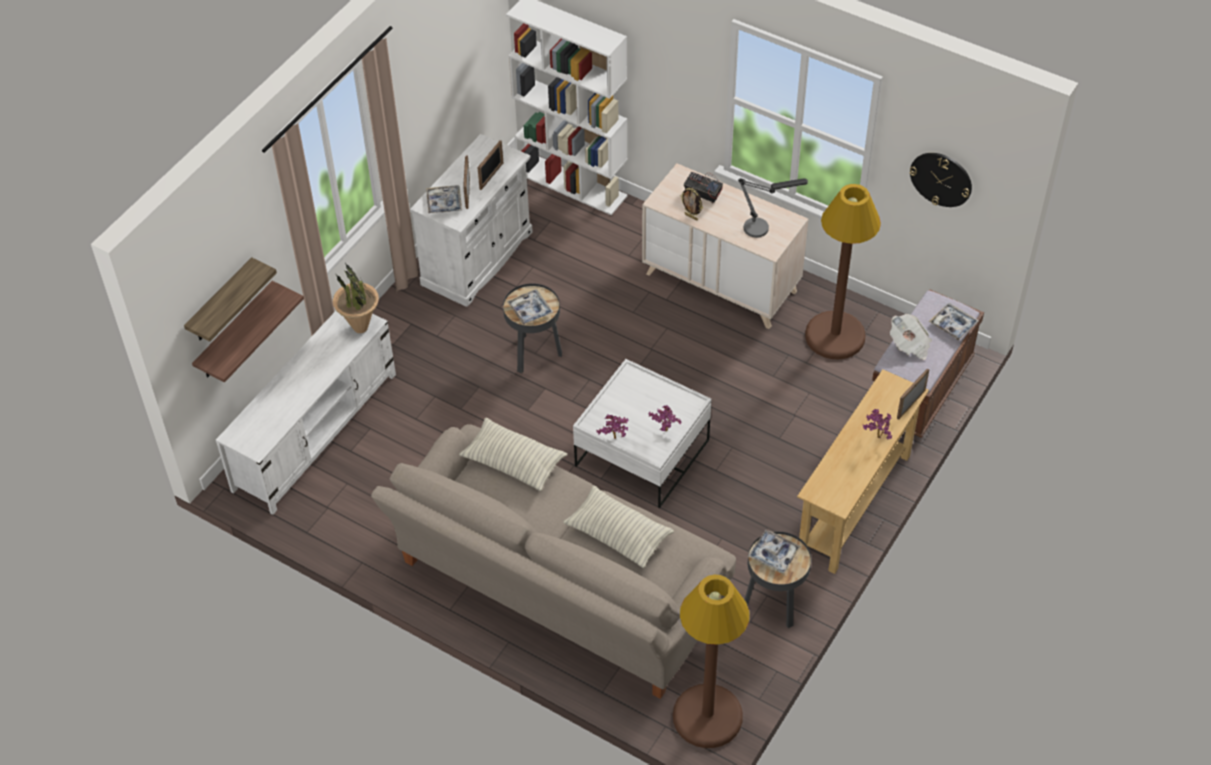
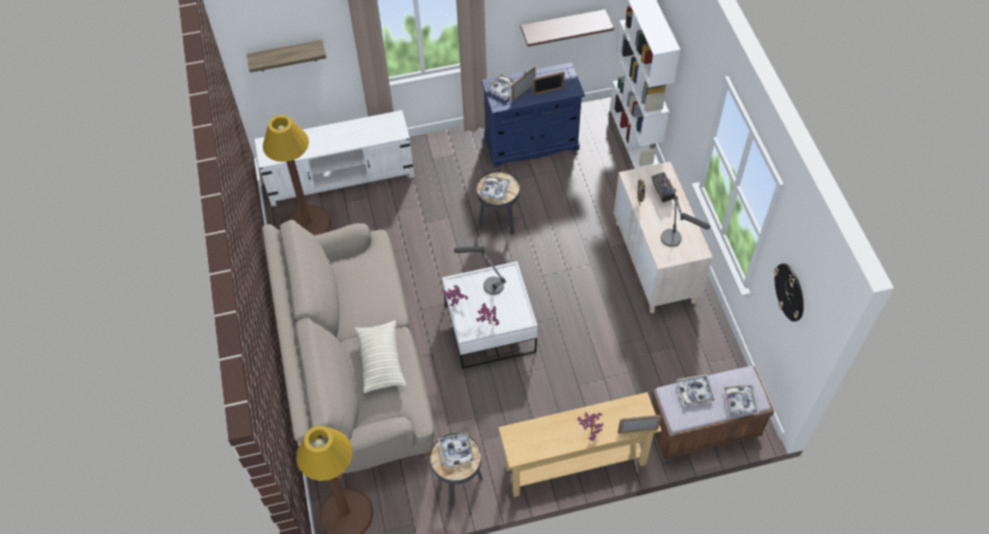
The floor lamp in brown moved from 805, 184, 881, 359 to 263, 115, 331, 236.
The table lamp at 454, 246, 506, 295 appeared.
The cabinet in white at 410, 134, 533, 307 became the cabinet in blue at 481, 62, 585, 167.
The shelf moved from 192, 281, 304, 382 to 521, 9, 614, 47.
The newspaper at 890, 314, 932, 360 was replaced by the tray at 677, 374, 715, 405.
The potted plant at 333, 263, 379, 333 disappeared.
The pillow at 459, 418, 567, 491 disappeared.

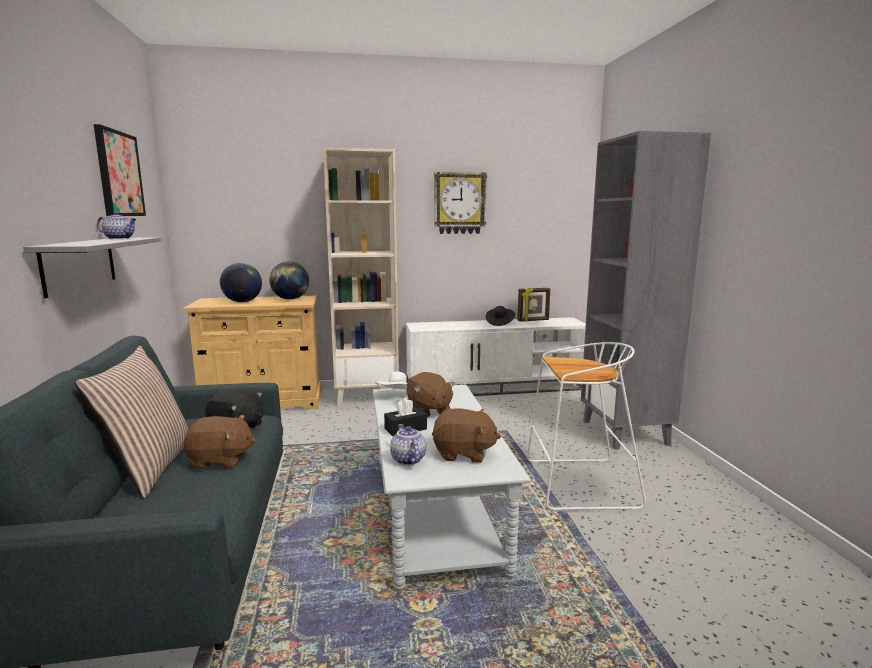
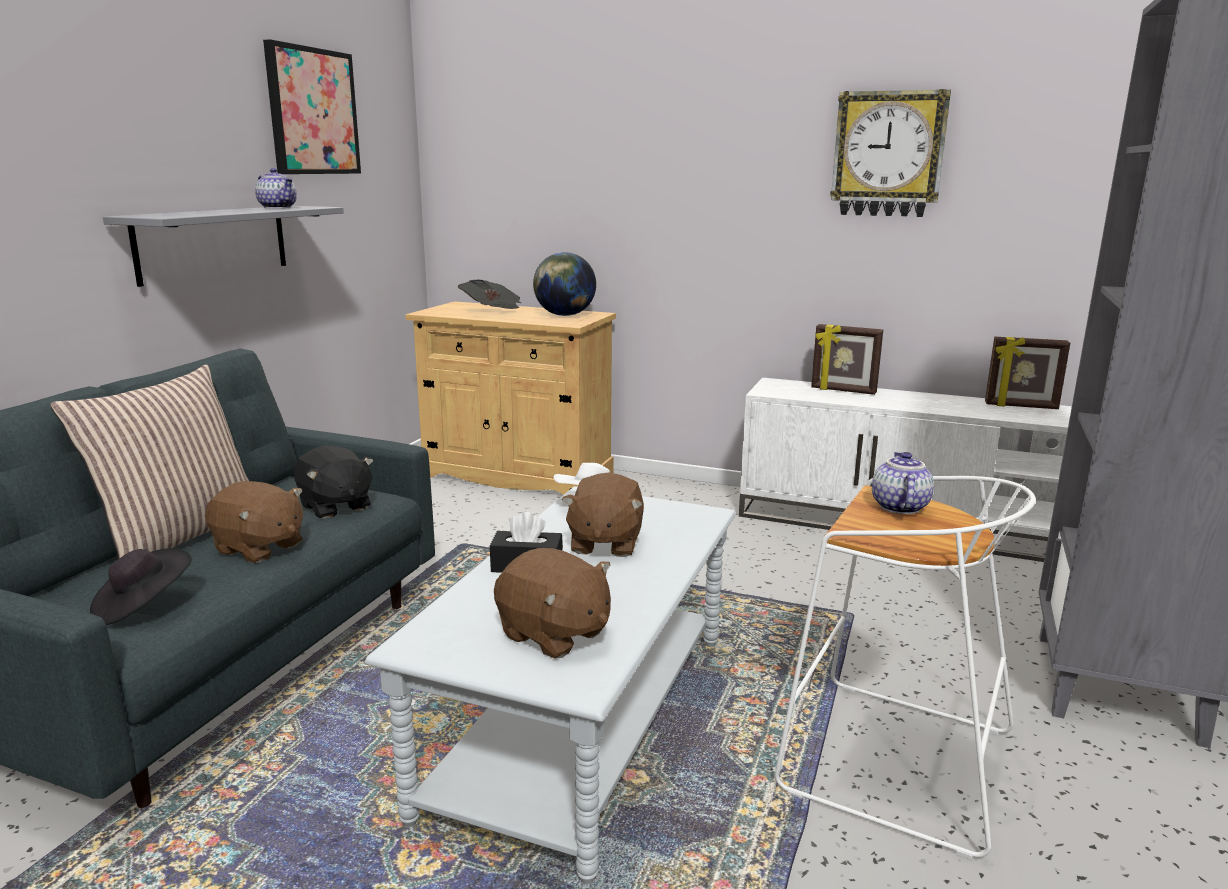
The hat in black moved from 486, 306, 515, 326 to 90, 548, 192, 625.
The globe at 220, 263, 262, 302 was replaced by the newspaper at 458, 280, 521, 309.
The picture frame at 811, 324, 883, 395 appeared.
The teapot moved from 390, 424, 426, 465 to 872, 452, 934, 514.
The bookcase in beige at 323, 148, 399, 407 disappeared.

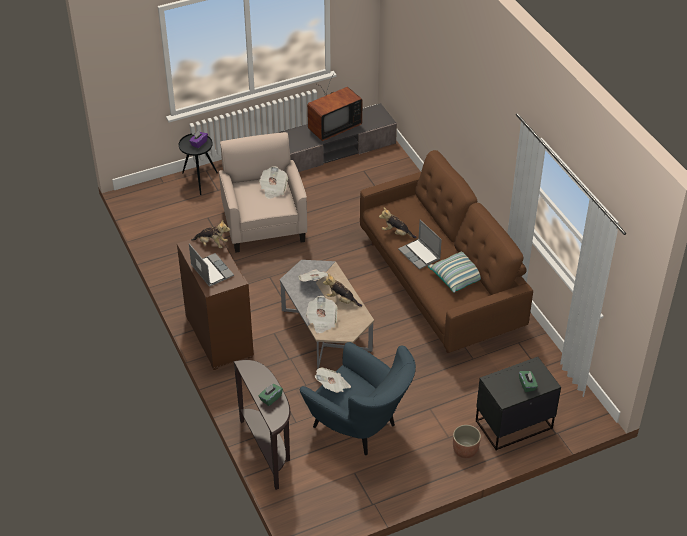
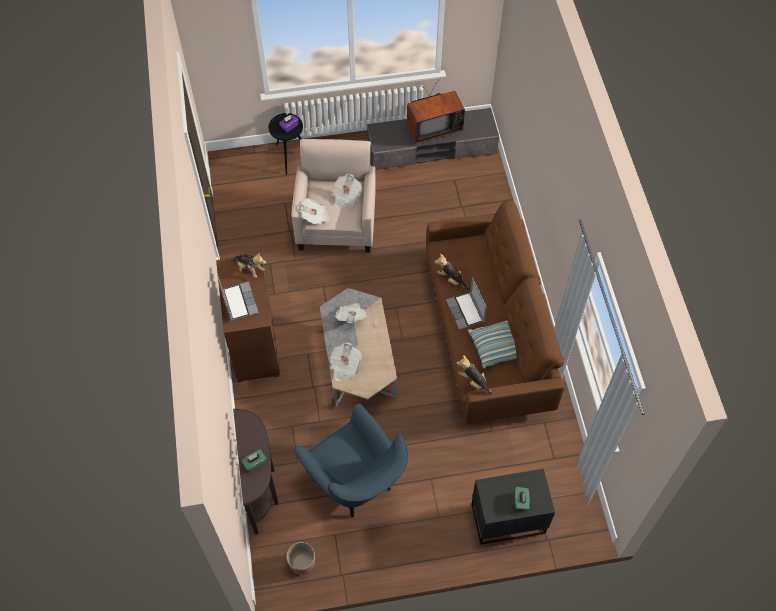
The planter moved from 453, 425, 481, 458 to 286, 542, 315, 575.
The newspaper moved from 315, 368, 351, 393 to 298, 198, 331, 224.
The plush toy moved from 323, 273, 362, 307 to 457, 355, 493, 394.

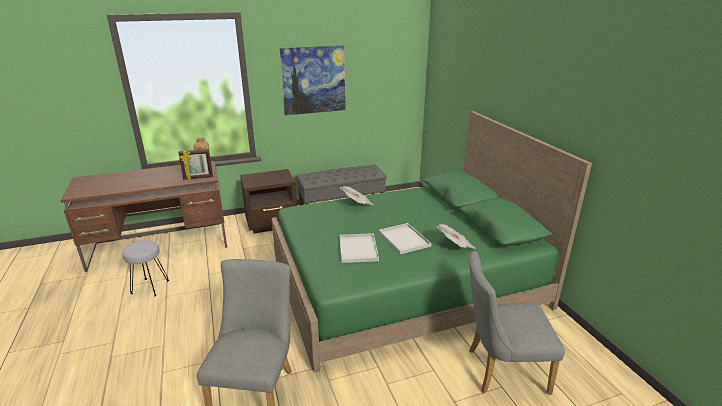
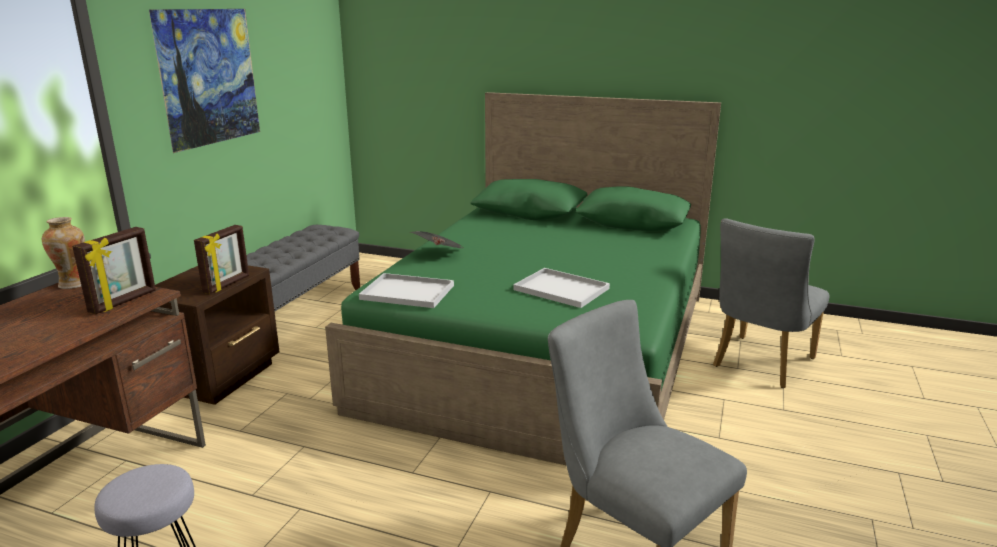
The picture frame at 194, 225, 249, 294 appeared.
The tray in white moved from 379, 223, 432, 254 to 359, 273, 454, 308.
The newspaper at 437, 224, 476, 249 disappeared.

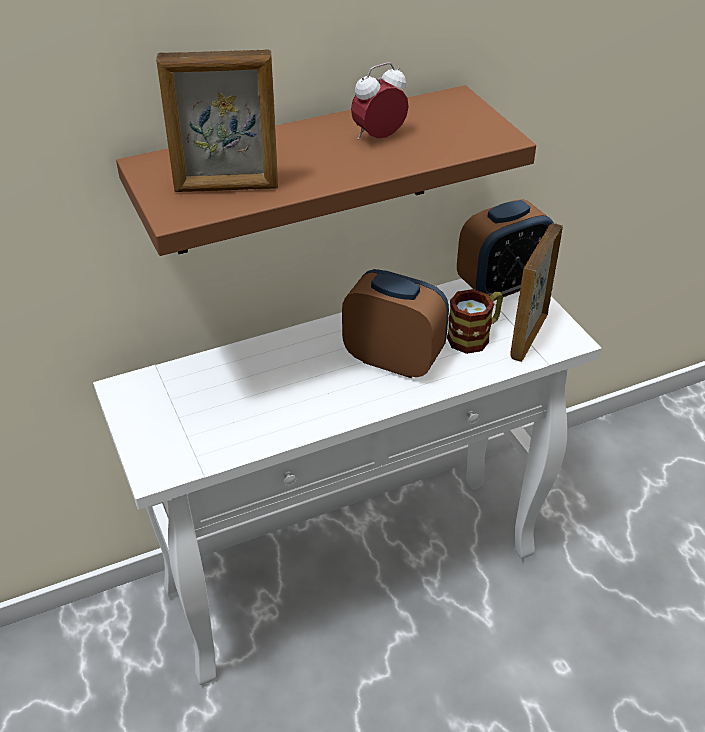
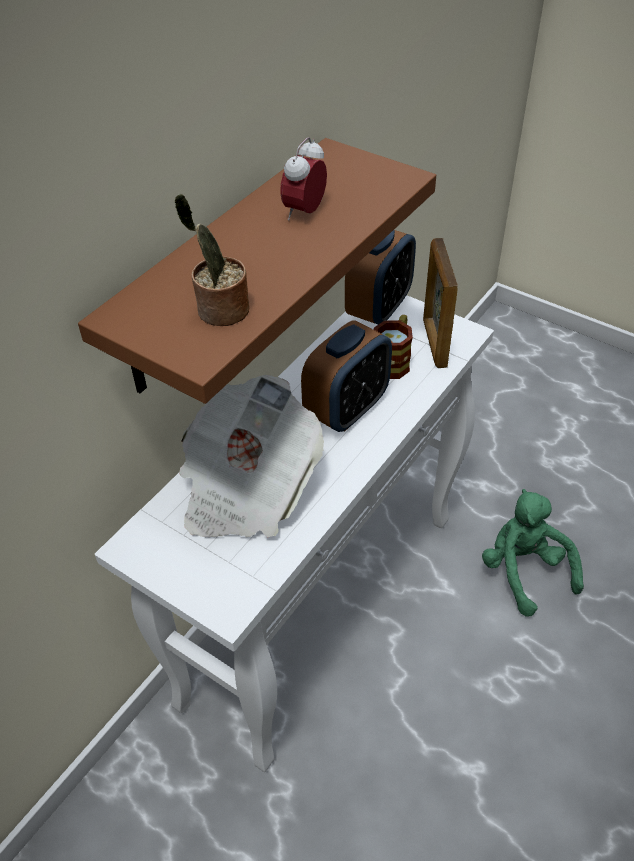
The picture frame at 156, 49, 278, 192 was replaced by the potted plant at 175, 194, 249, 326.
The newspaper at 179, 375, 324, 537 appeared.
The alarm clock at 342, 269, 449, 378 turned 135 degrees clockwise.
The plush toy in green at 482, 489, 584, 617 appeared.

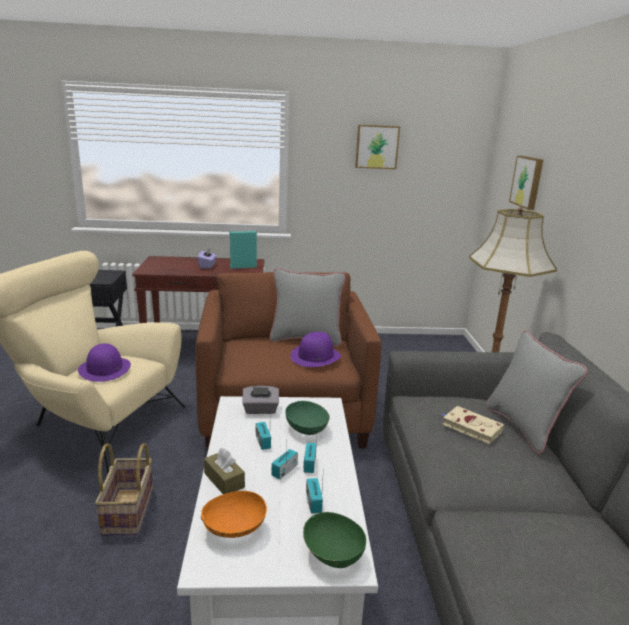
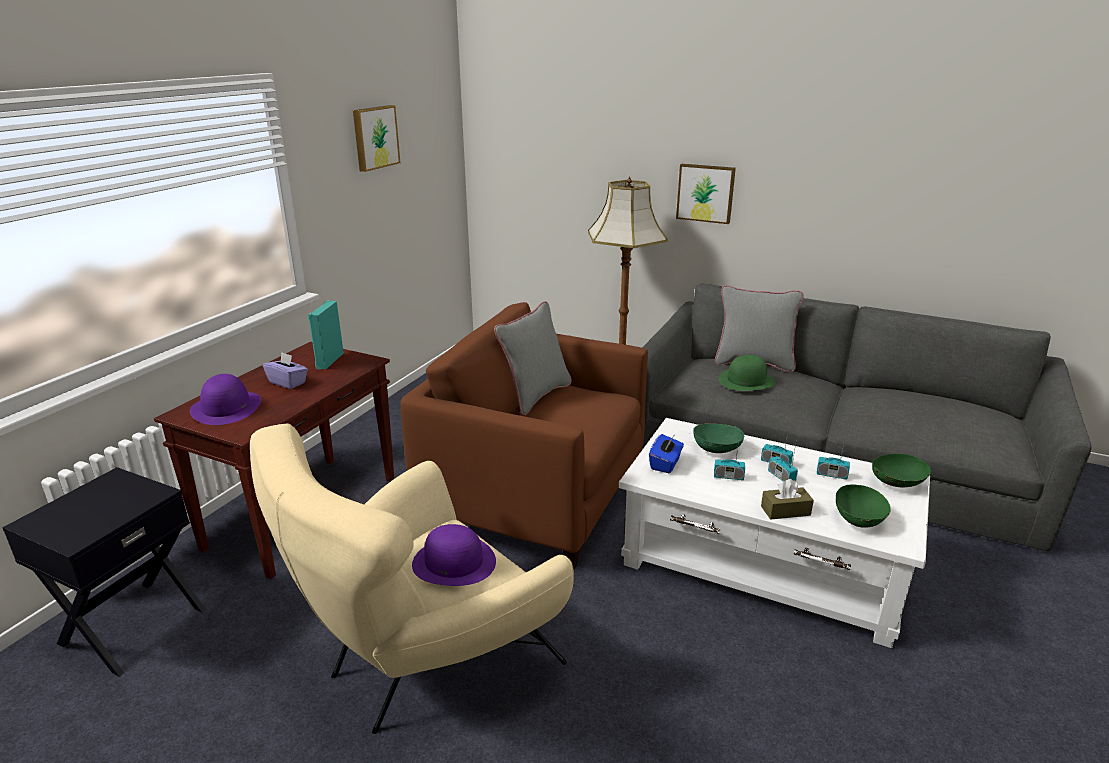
The hat in purple moved from 290, 332, 341, 367 to 190, 374, 261, 425.
The tissue box in grey at 242, 386, 279, 414 became the tissue box in blue at 649, 434, 684, 473.
The picture moved from 509, 155, 543, 210 to 676, 164, 736, 224.
The book in beige at 442, 406, 504, 445 was replaced by the hat in green at 719, 355, 775, 391.
The bowl in orange at 201, 491, 267, 538 became the bowl in green at 836, 484, 891, 528.
The basket at 95, 443, 153, 536 disappeared.

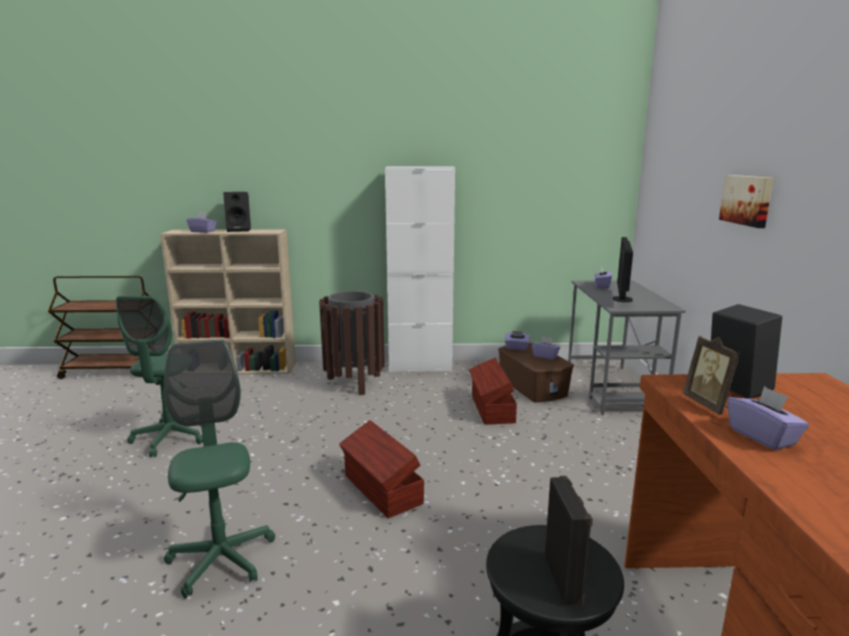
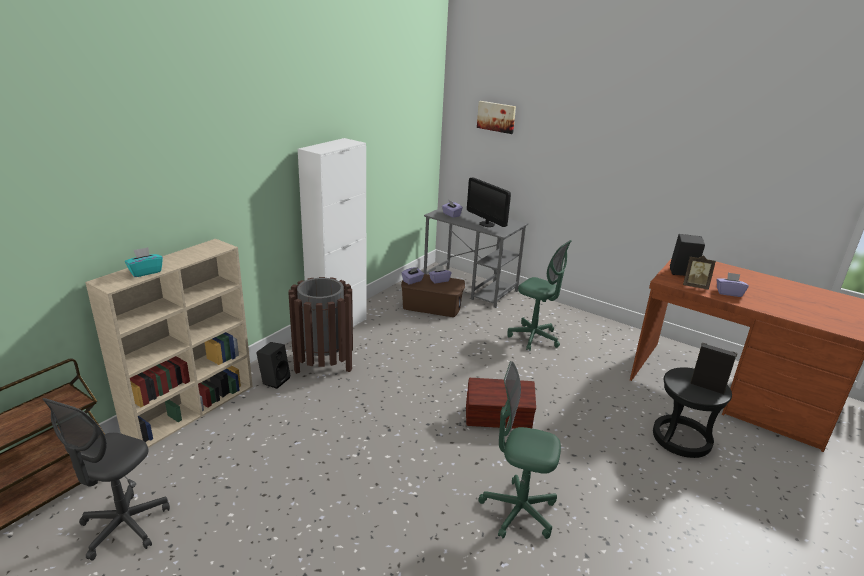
The office chair in grey at 43, 398, 170, 560 appeared.
The tissue box in purple at 187, 212, 217, 233 became the tissue box in turquoise at 125, 247, 163, 277.
The speaker in black moved from 223, 192, 251, 232 to 256, 342, 291, 389.
The picture moved from 719, 175, 774, 228 to 477, 101, 516, 134.
The office chair in green moved from 116, 296, 203, 457 to 507, 240, 572, 351.
The storage box in brown at 469, 358, 517, 425 disappeared.

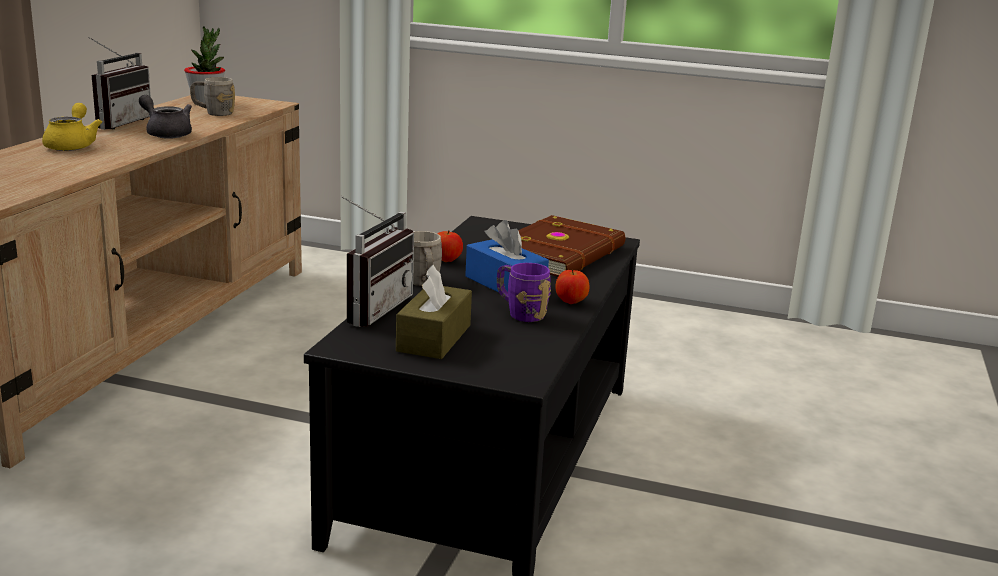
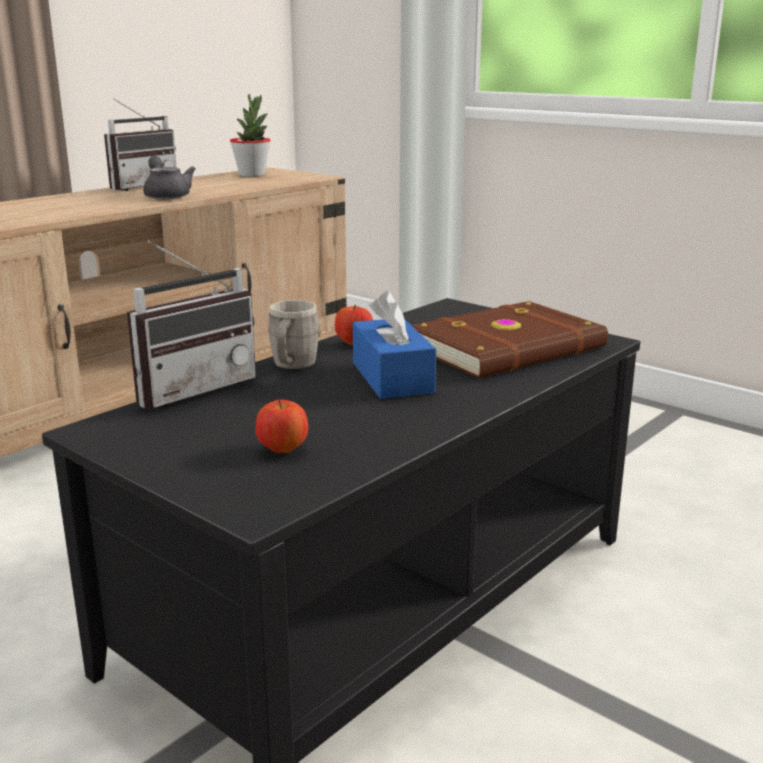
The apple moved from 555, 269, 589, 304 to 256, 399, 308, 453.
The teapot in yellow at 42, 103, 102, 151 disappeared.
The mug in grey at 190, 77, 235, 116 disappeared.
The tissue box in brown at 396, 265, 472, 359 disappeared.
The mug in purple at 497, 263, 551, 322 disappeared.

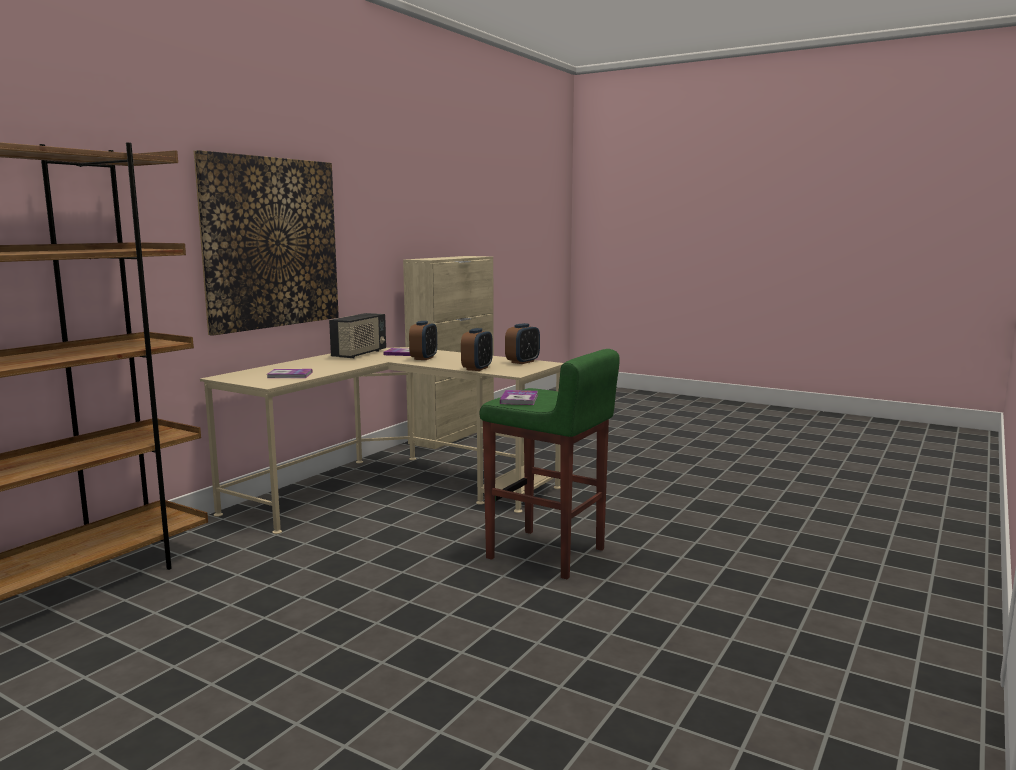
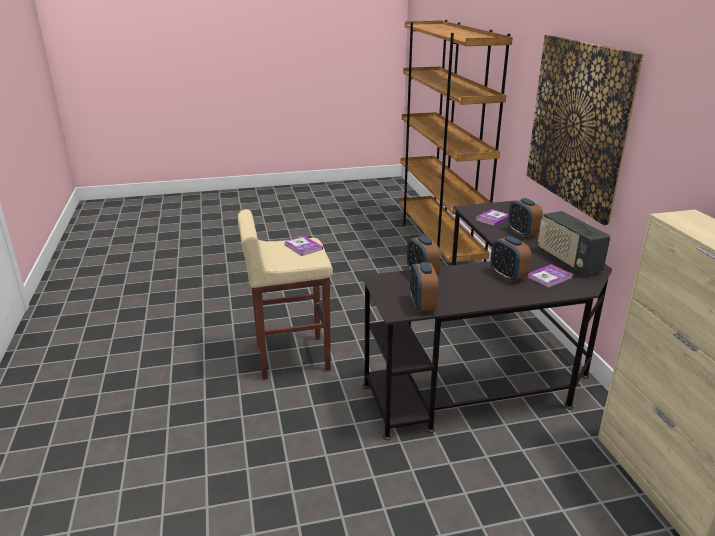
The stool in green at 479, 349, 620, 579 became the stool in beige at 238, 209, 333, 380.
The desk in beige at 200, 347, 564, 534 became the desk in black at 361, 200, 612, 440.
The alarm clock at 508, 198, 543, 237 appeared.

